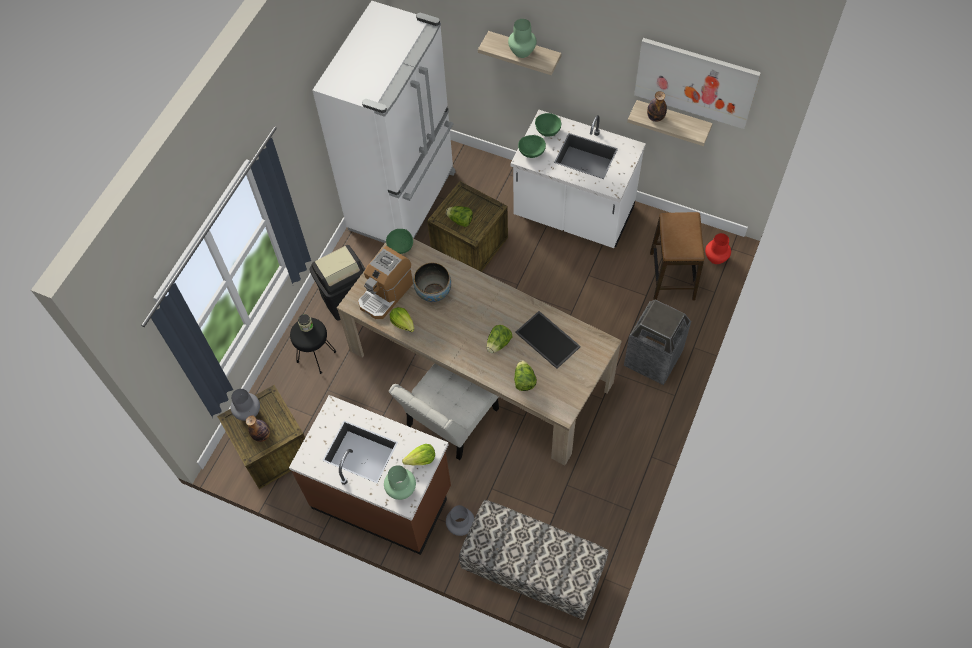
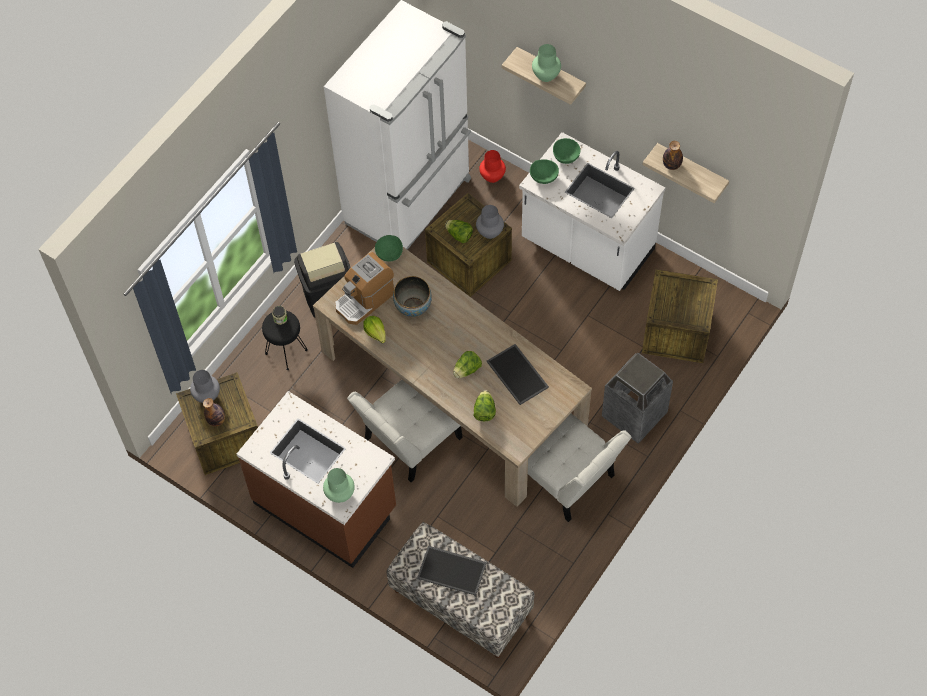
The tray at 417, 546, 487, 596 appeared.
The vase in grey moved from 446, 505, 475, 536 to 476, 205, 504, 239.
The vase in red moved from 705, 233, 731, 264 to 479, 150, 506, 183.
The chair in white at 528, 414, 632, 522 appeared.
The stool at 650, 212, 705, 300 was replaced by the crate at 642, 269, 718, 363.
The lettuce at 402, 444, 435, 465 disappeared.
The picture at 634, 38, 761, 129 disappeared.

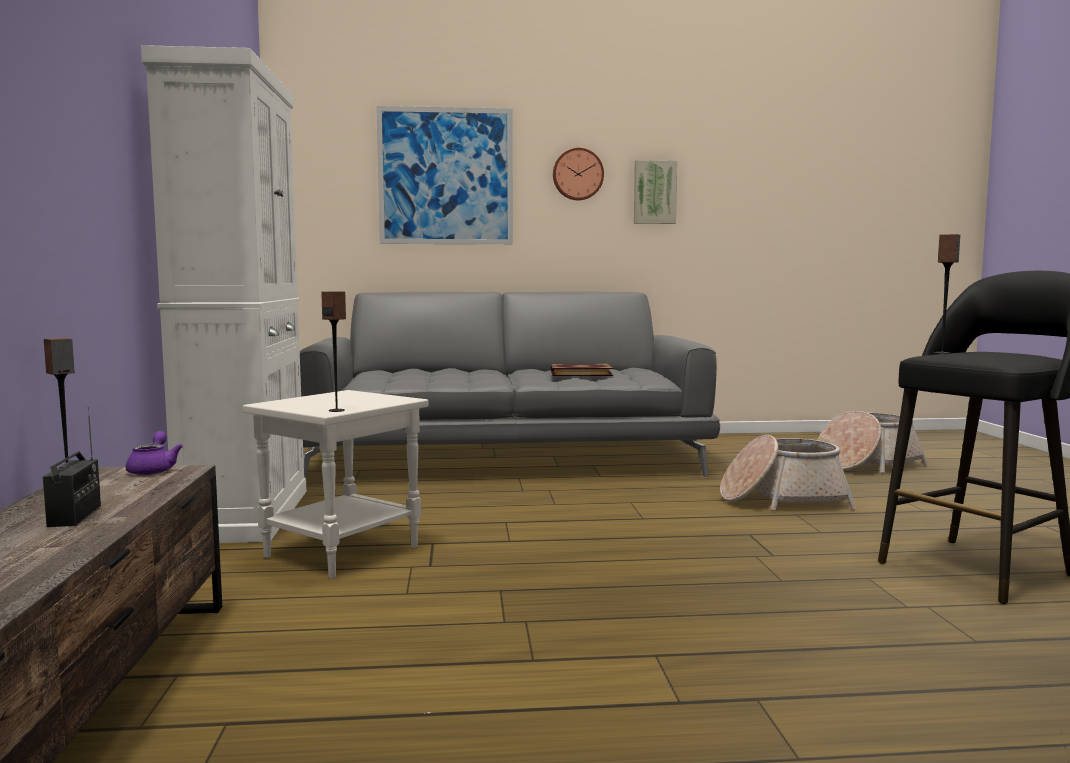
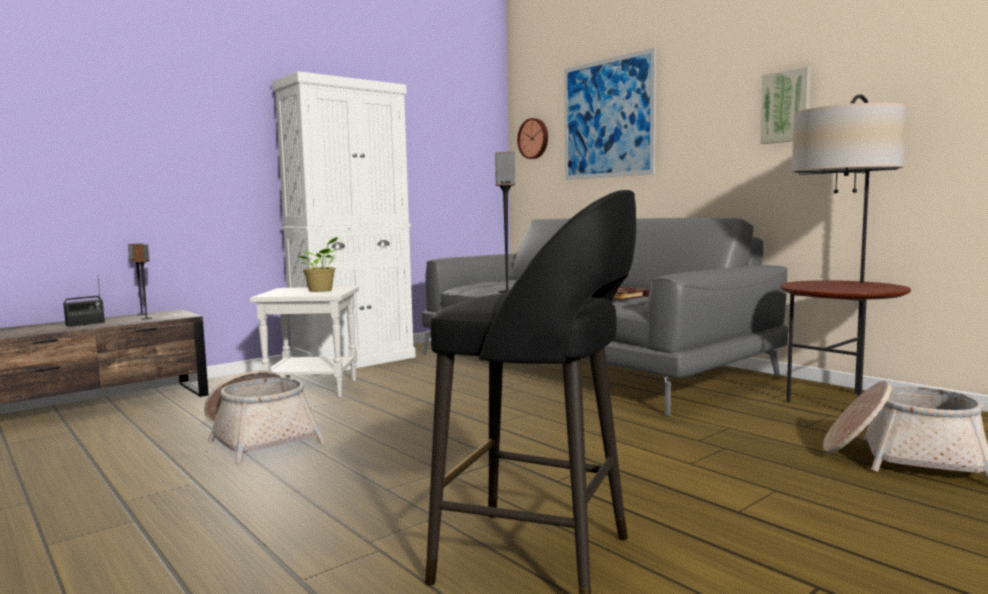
The speaker moved from 321, 291, 346, 412 to 133, 245, 152, 320.
The basket moved from 720, 435, 856, 511 to 204, 370, 325, 464.
The potted plant at 298, 237, 338, 292 appeared.
The wall clock moved from 553, 148, 604, 200 to 517, 118, 548, 159.
The floor lamp at 780, 94, 911, 402 appeared.
The teapot in purple at 126, 431, 183, 475 disappeared.

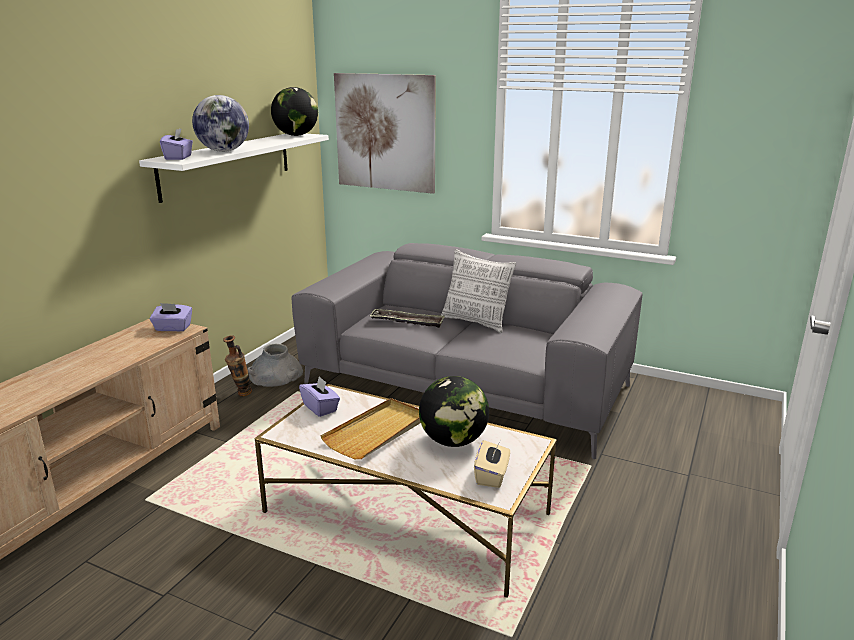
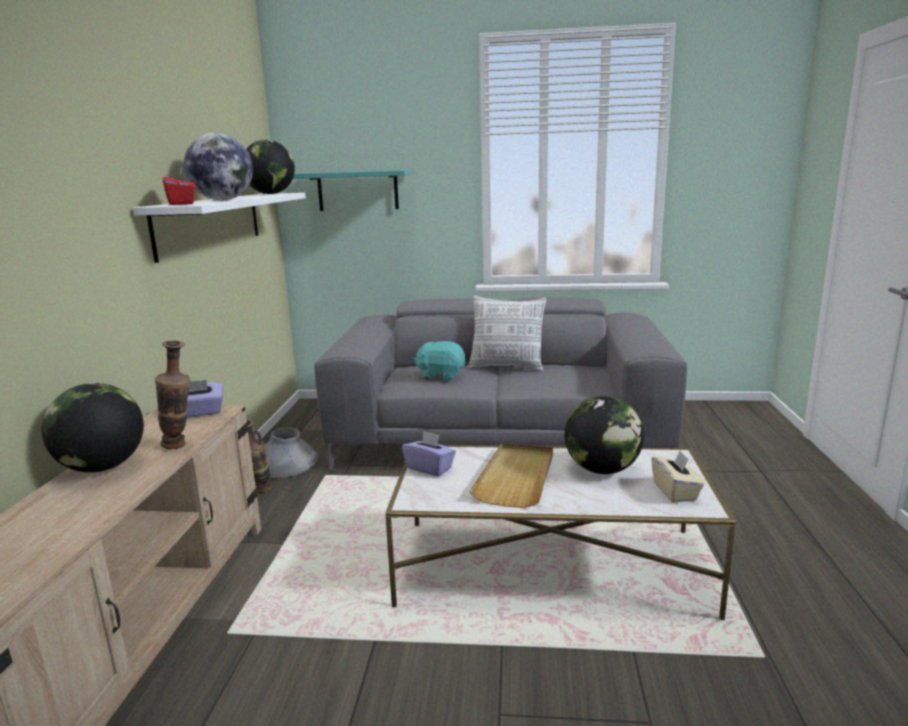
The globe at 42, 383, 144, 472 appeared.
The vase at 155, 341, 191, 449 appeared.
The tissue box in purple at 160, 128, 193, 160 became the tissue box in red at 162, 168, 195, 205.
The picture at 334, 73, 436, 194 was replaced by the shelf in turquoise at 293, 170, 411, 211.
The tray at 369, 309, 445, 328 was replaced by the plush toy in turquoise at 413, 341, 466, 381.

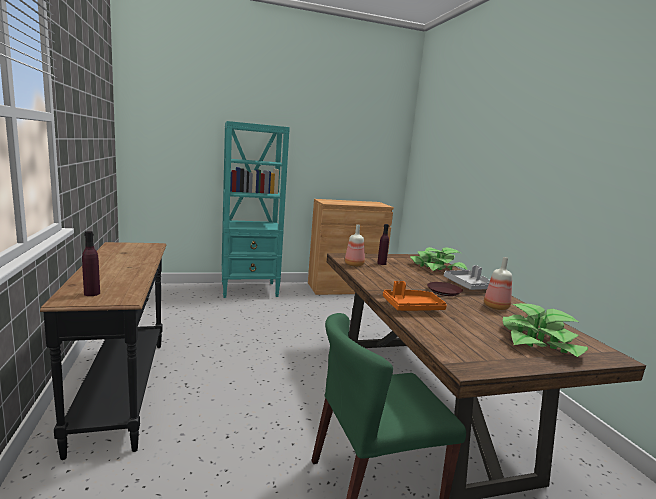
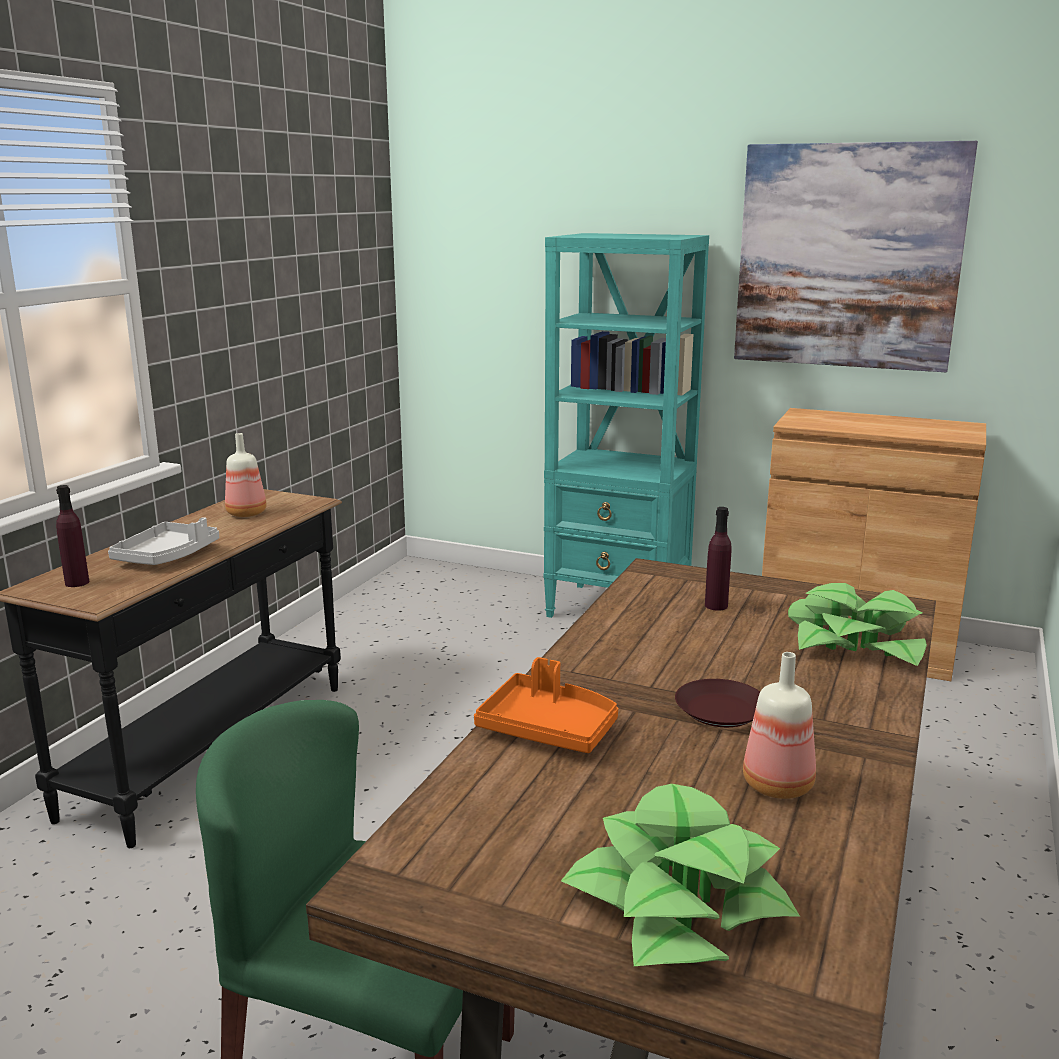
The tray in grey moved from 444, 265, 490, 290 to 108, 517, 219, 565.
The bottle moved from 345, 225, 365, 267 to 225, 433, 267, 517.
The picture at 734, 141, 978, 372 appeared.

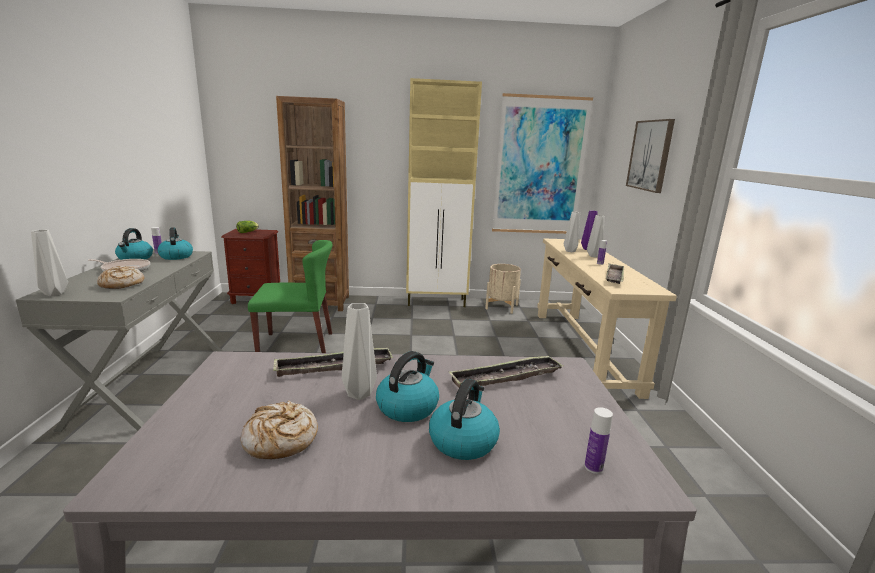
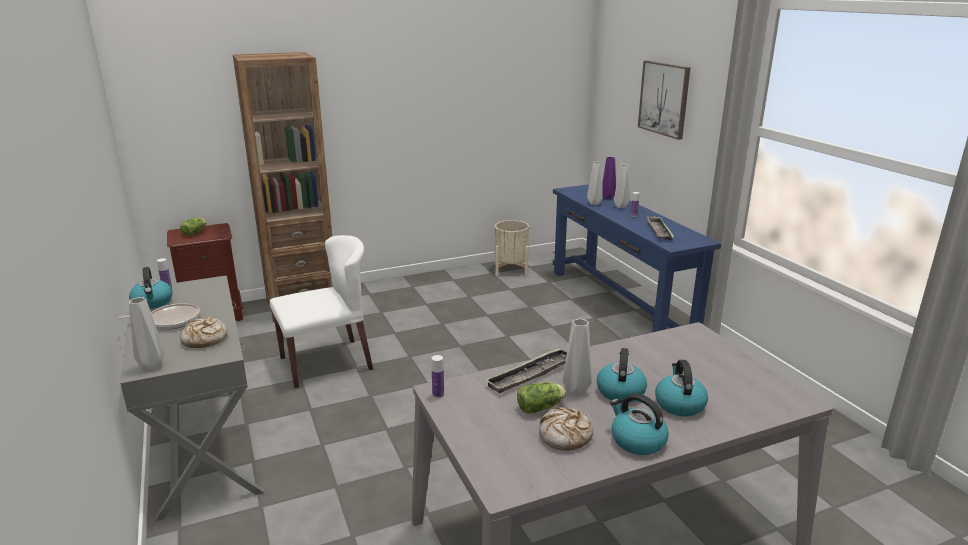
The chair in green at 248, 240, 333, 353 became the chair in white at 270, 235, 373, 388.
The bottle moved from 585, 407, 613, 474 to 432, 355, 444, 398.
The lettuce at 517, 382, 566, 414 appeared.
The console table in beige at 537, 238, 677, 399 became the console table in blue at 553, 184, 721, 332.
The kettle moved from 157, 227, 193, 260 to 610, 394, 669, 455.
The cabinet in beige at 406, 78, 482, 307 disappeared.
The tray at 449, 355, 563, 388 disappeared.
The picture at 492, 93, 593, 234 disappeared.

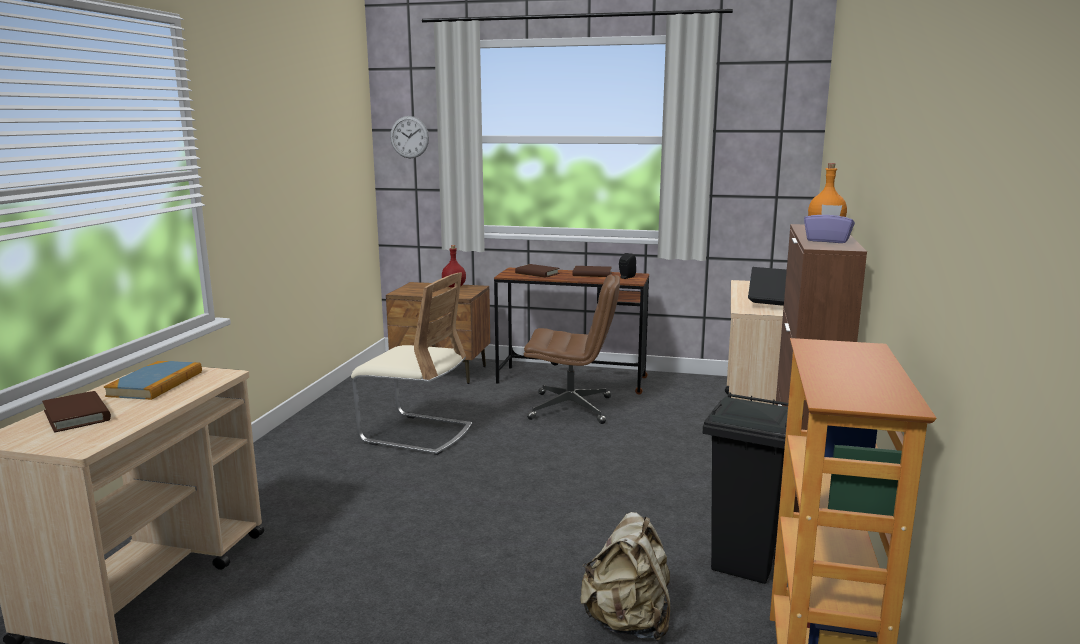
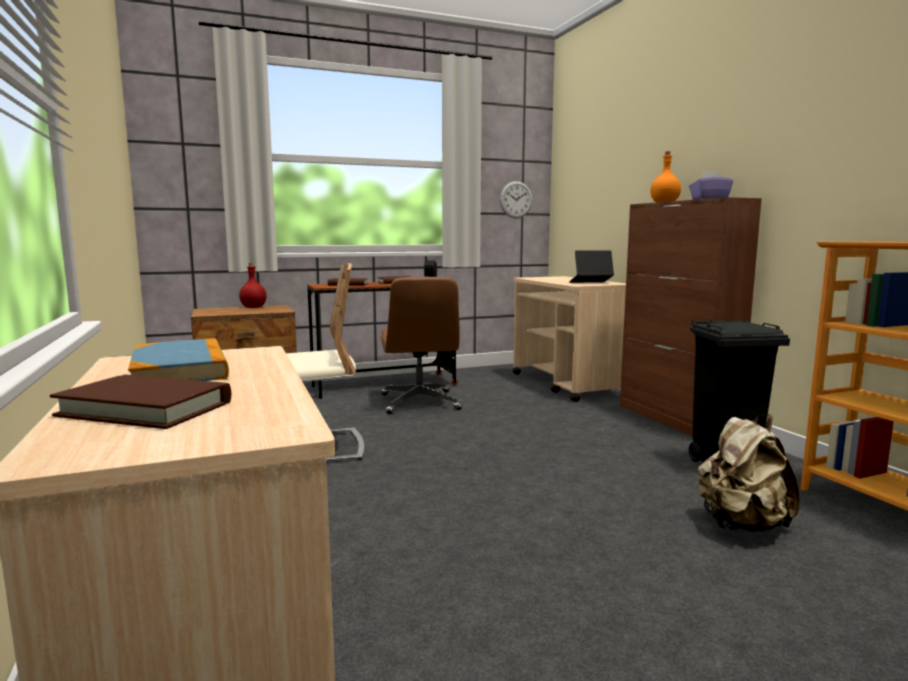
The office chair in brown at 524, 275, 620, 424 turned 105 degrees clockwise.
The wall clock moved from 390, 116, 429, 158 to 500, 181, 532, 218.

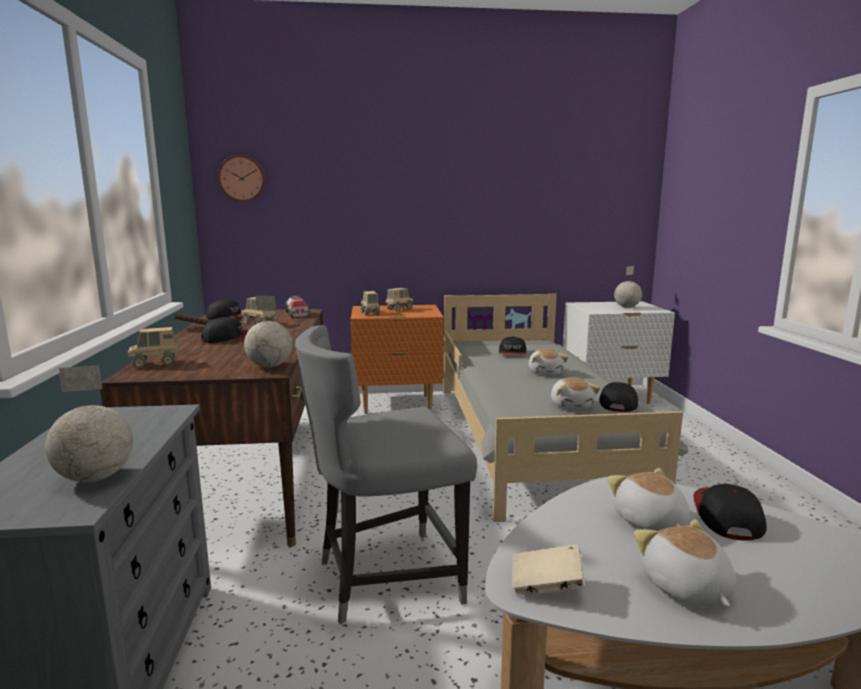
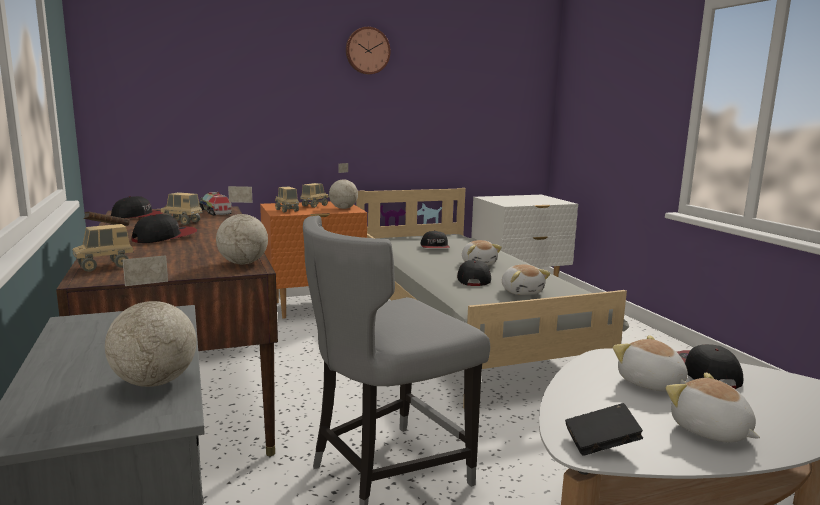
The globe moved from 614, 266, 642, 308 to 329, 163, 358, 209.
The wall clock moved from 218, 155, 265, 202 to 346, 27, 390, 74.
The cap moved from 599, 382, 638, 412 to 457, 260, 491, 286.
The book in beige at 512, 544, 585, 597 became the book in black at 565, 403, 643, 456.

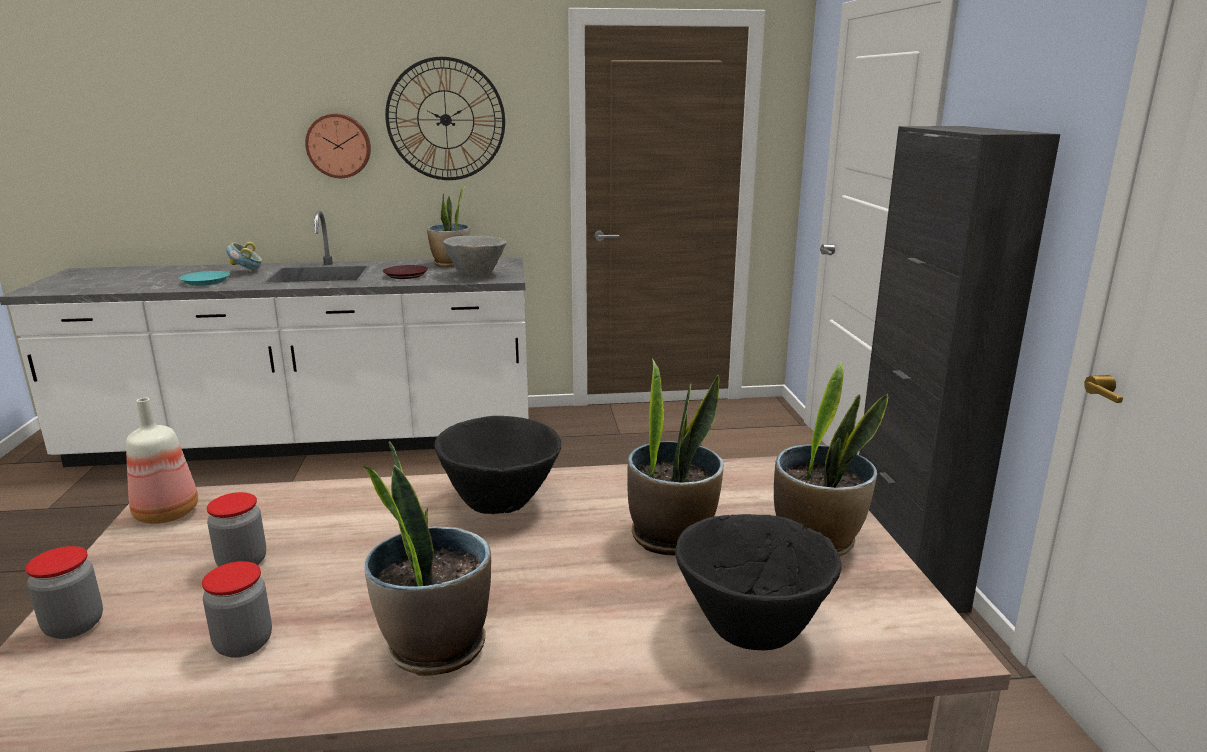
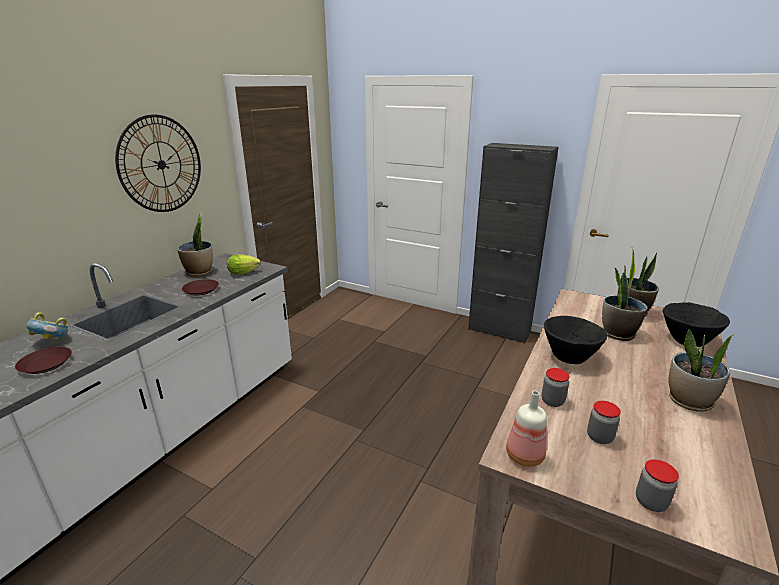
The plate in turquoise at 179, 271, 230, 286 became the plate in brown at 15, 347, 72, 374.
The bowl in grey at 443, 236, 506, 277 was replaced by the lettuce at 227, 254, 261, 275.
The jar moved from 202, 561, 272, 658 to 542, 368, 570, 407.
The wall clock at 305, 114, 371, 178 disappeared.

